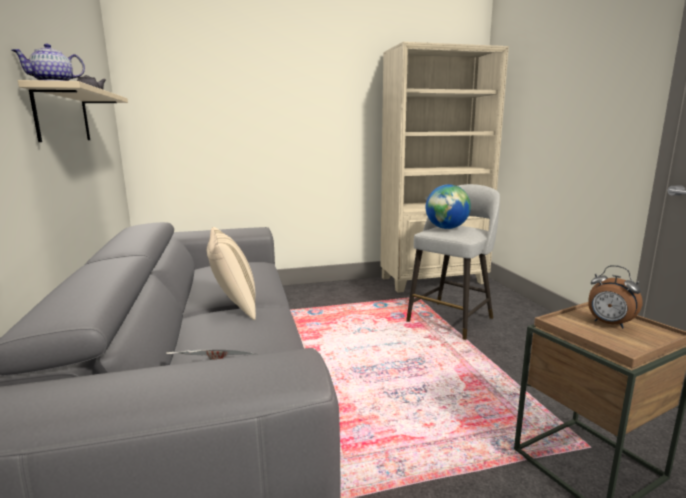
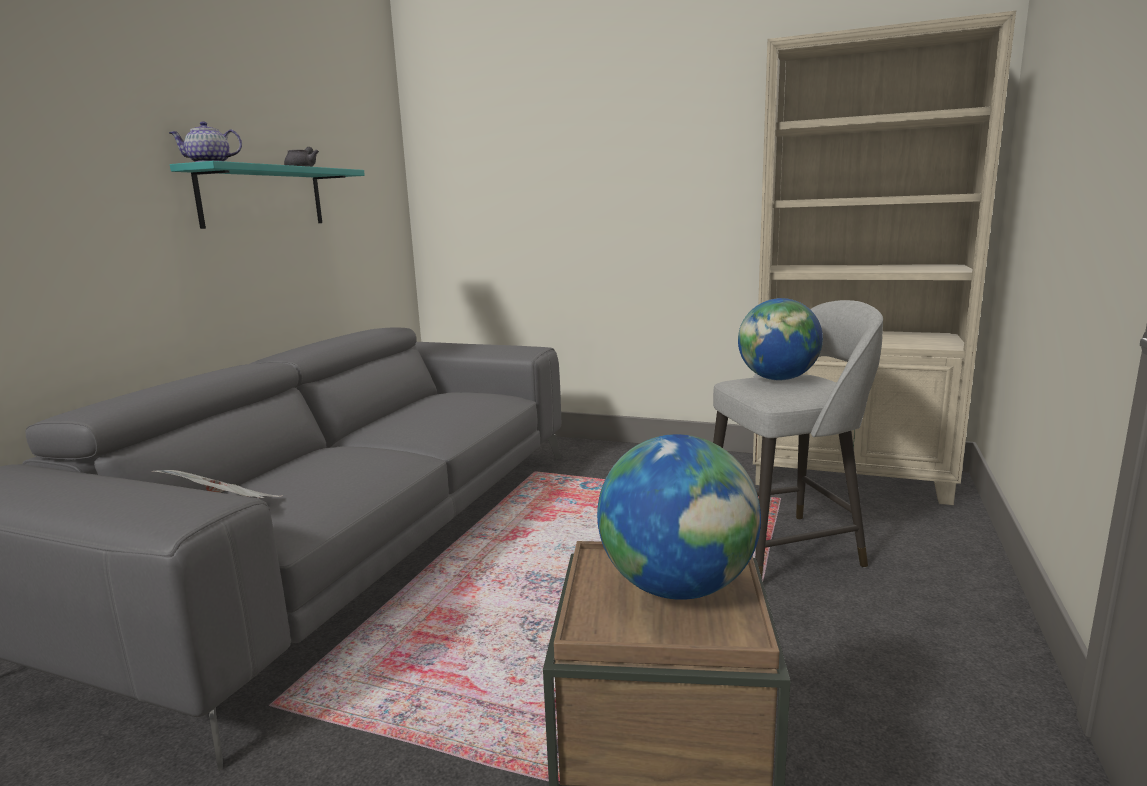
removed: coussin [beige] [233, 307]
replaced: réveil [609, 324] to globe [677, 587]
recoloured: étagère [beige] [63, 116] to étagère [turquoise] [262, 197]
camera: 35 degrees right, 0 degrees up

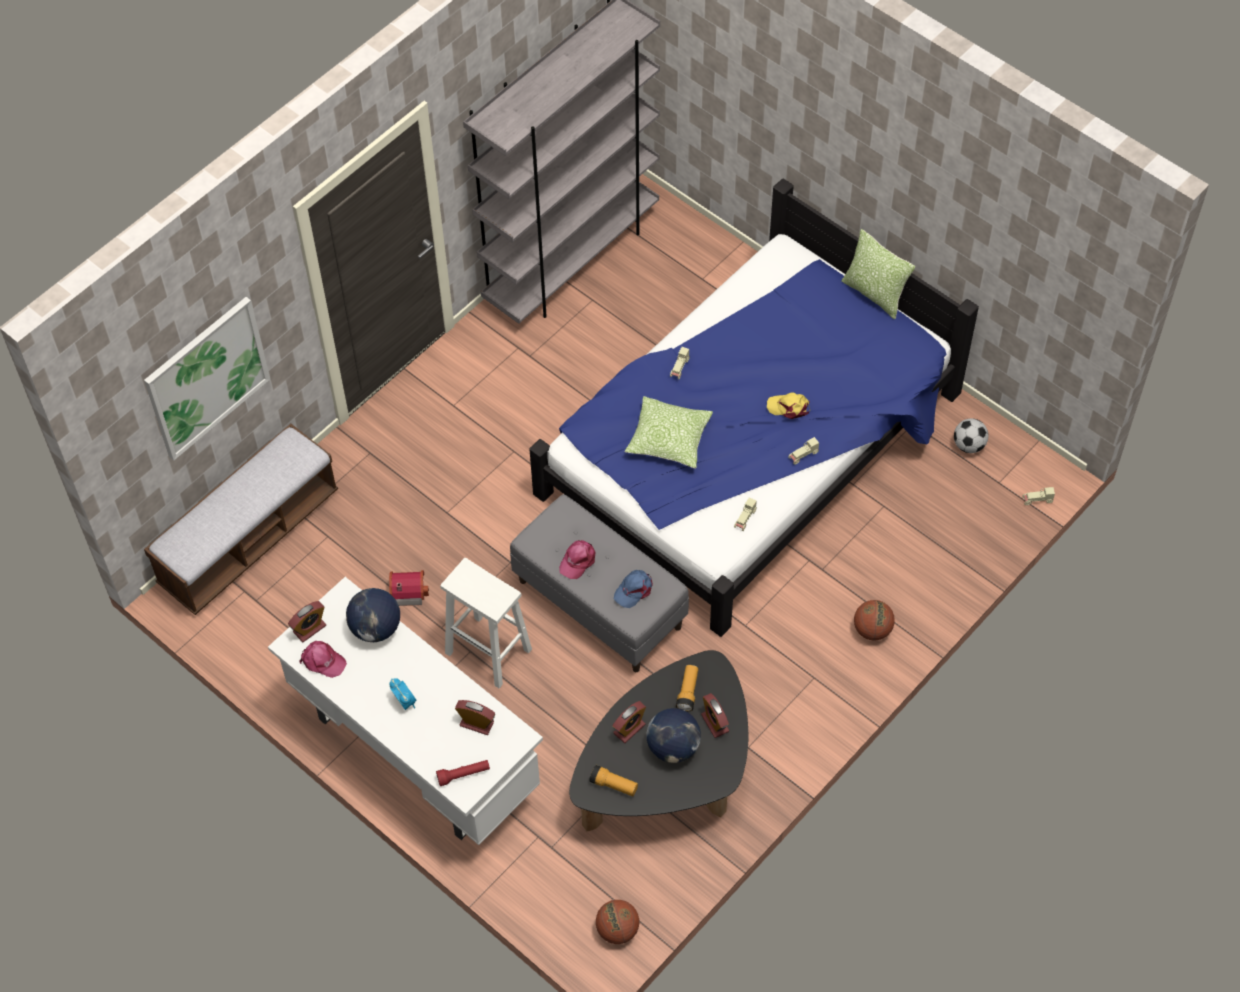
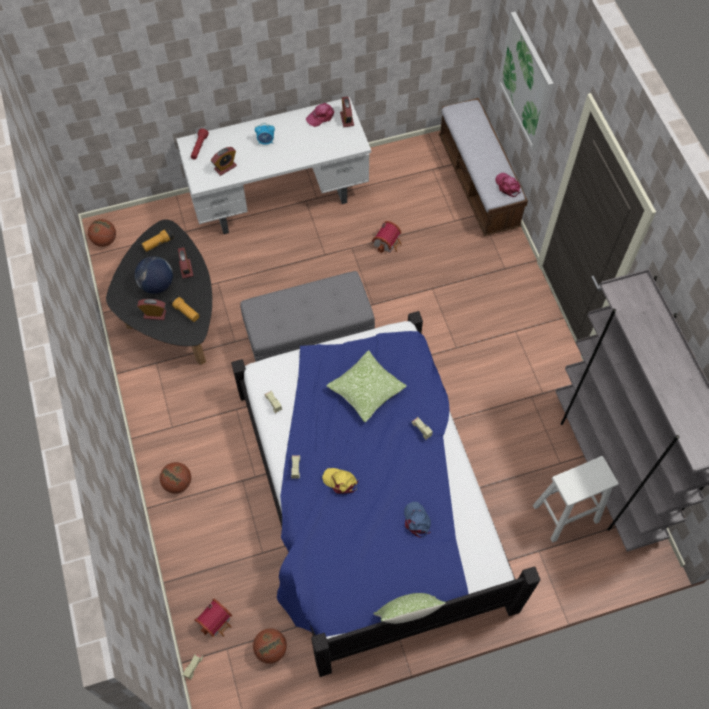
removed: globe [376, 628]
added: maison miniature [216, 621]
moved: tabouret [blanc] [489, 652] to [564, 514]; casquette [rose] [578, 560] to [507, 186]; casquette [bleu] [634, 590] to [417, 520]
replaced: ballon de foot [969, 445] to ballon de basket [271, 649]
turned: casquette [jaune] [789, 407] = [340, 481] 105 degrees counterclockwise
camera: 120 degrees right, 5 degrees up

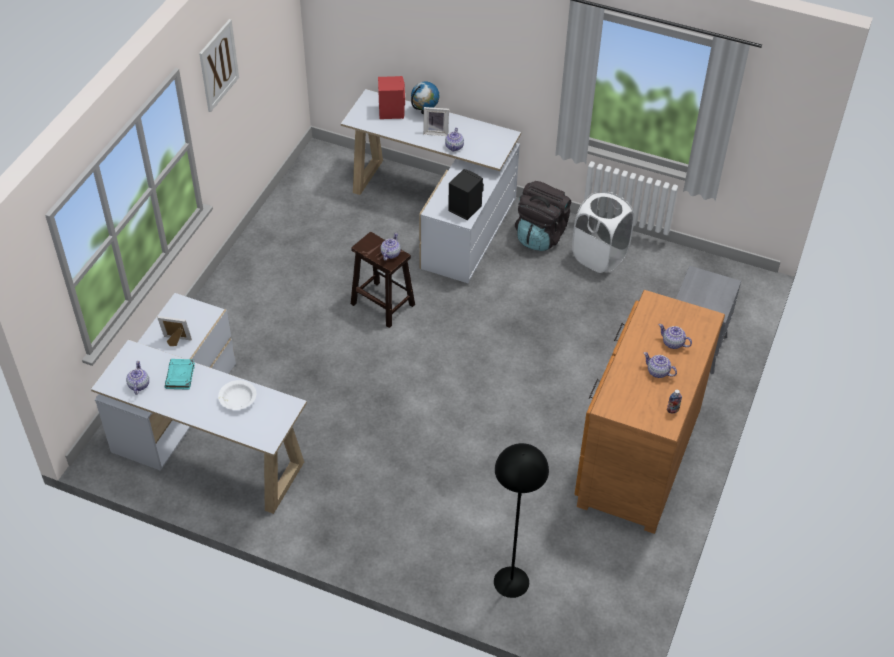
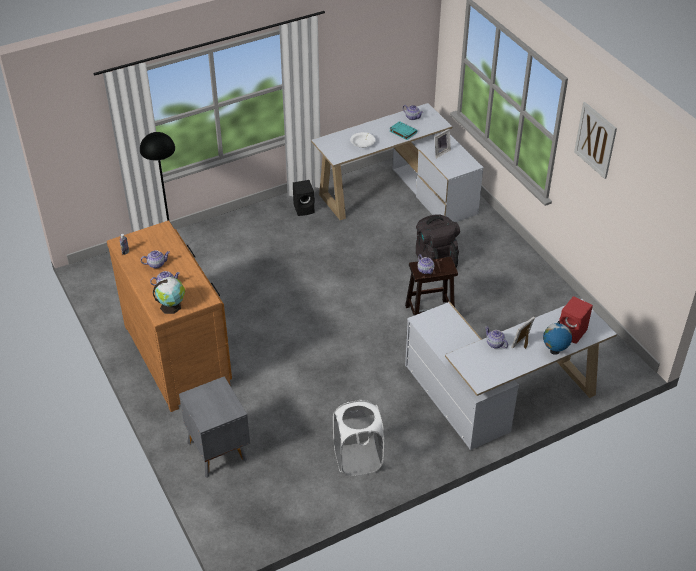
added: globe [172, 306]
moved: enceinte [noir] [464, 208] to [304, 208]; sac à dos [noir] [541, 235] to [435, 259]
camera: 130 degrees right, 5 degrees down

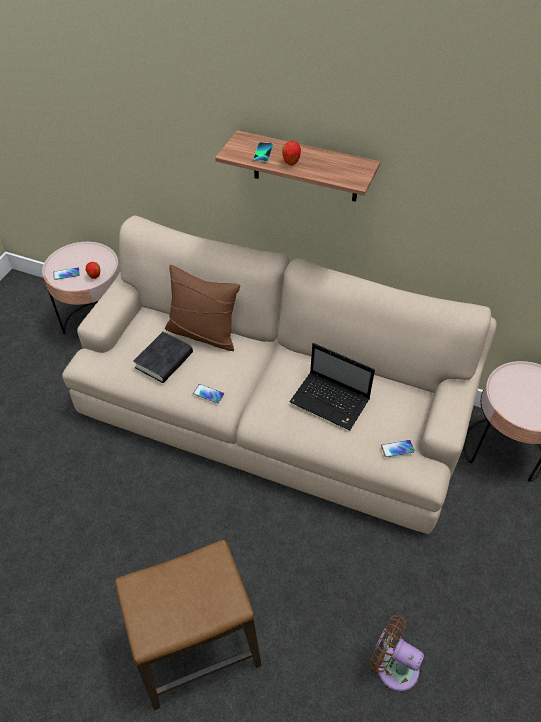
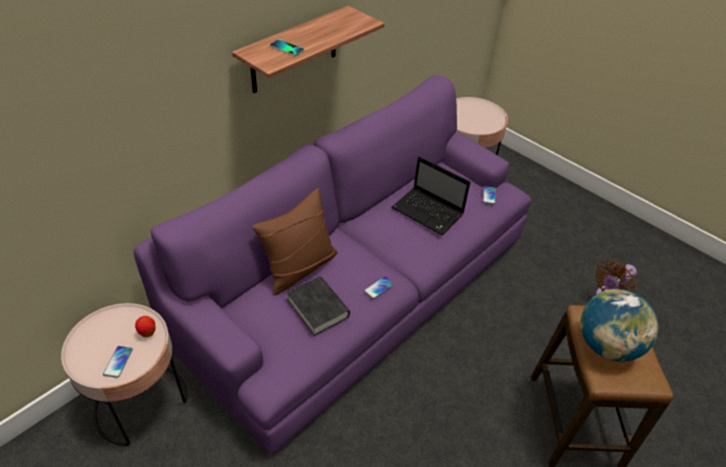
removed: pomme [291, 163]
added: globe [606, 345]
recoloured: canapé [beige] [271, 412] to canapé [violet] [358, 289]
turned: ordinateur portable [331, 402] = [429, 212] 75 degrees clockwise
camera: 70 degrees left, 5 degrees down

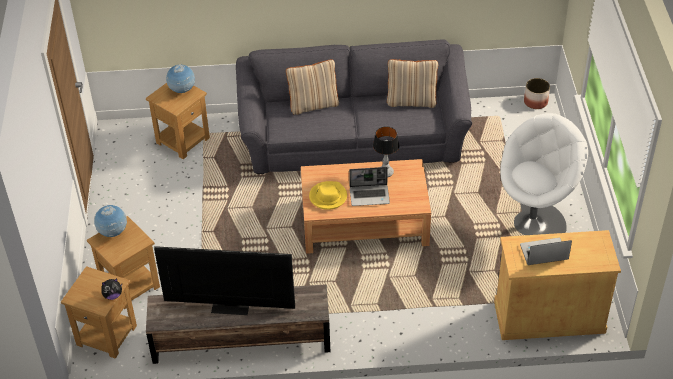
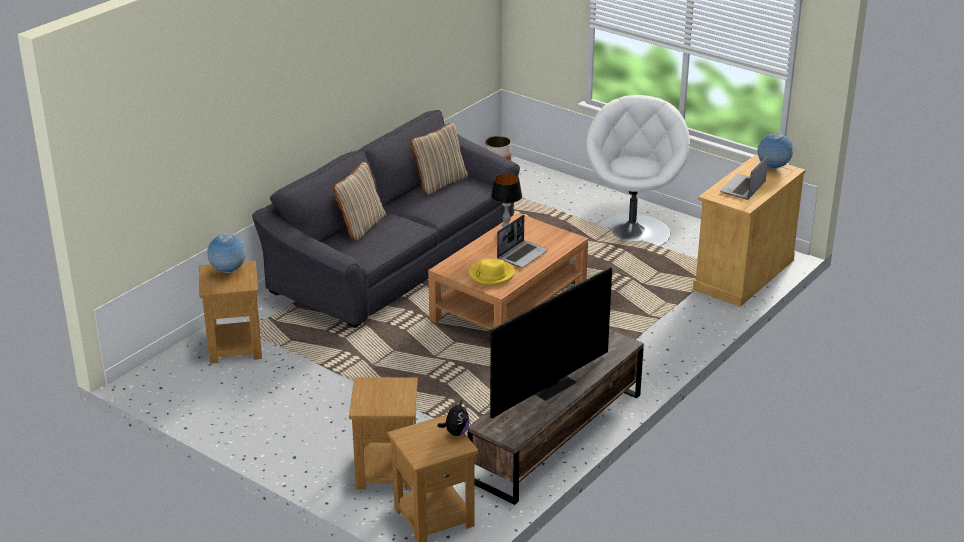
moved: globe [113, 233] to [773, 168]
camera: 50 degrees left, 15 degrees down

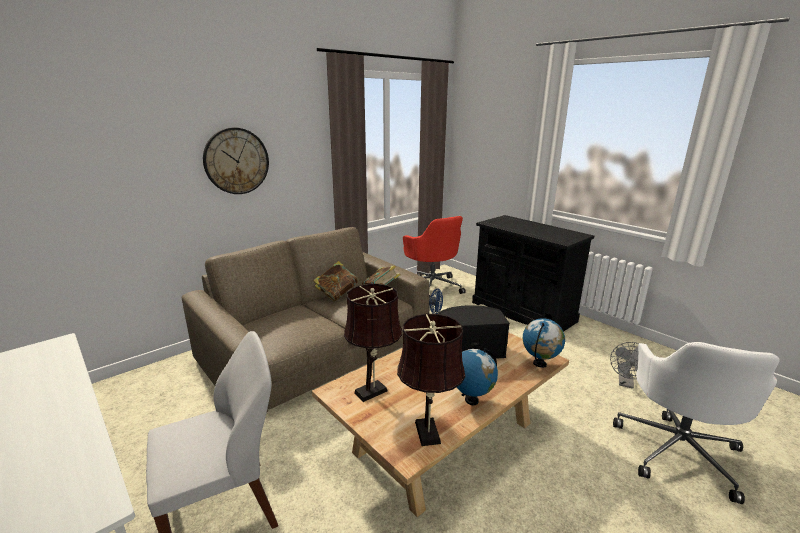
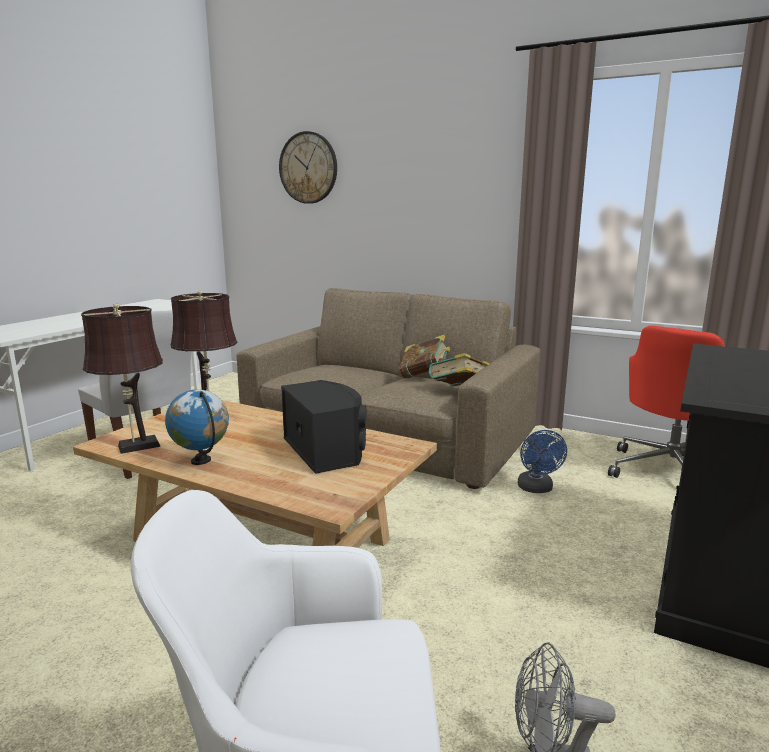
removed: globe [540, 364]
moved: horloge murale [236, 161] to [308, 168]
camera: 70 degrees right, 5 degrees down

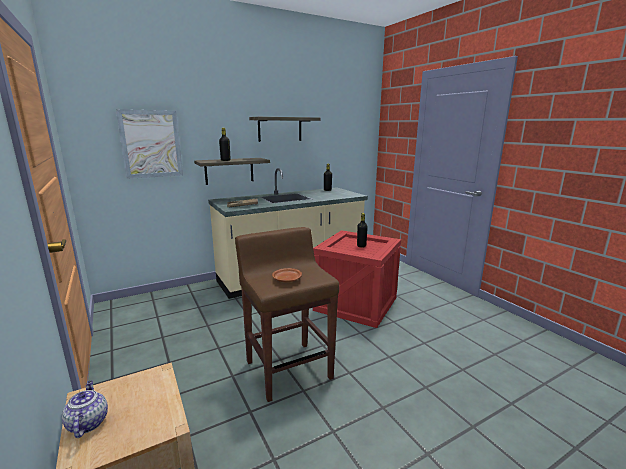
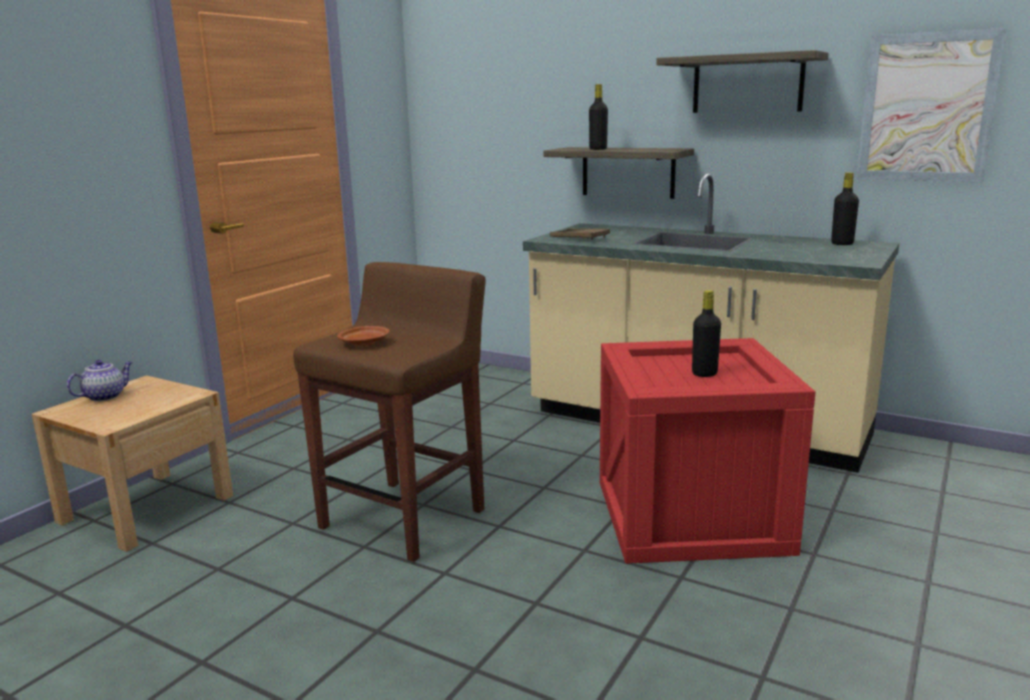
moved: tableau [151, 144] to [927, 108]
camera: 60 degrees right, 0 degrees up

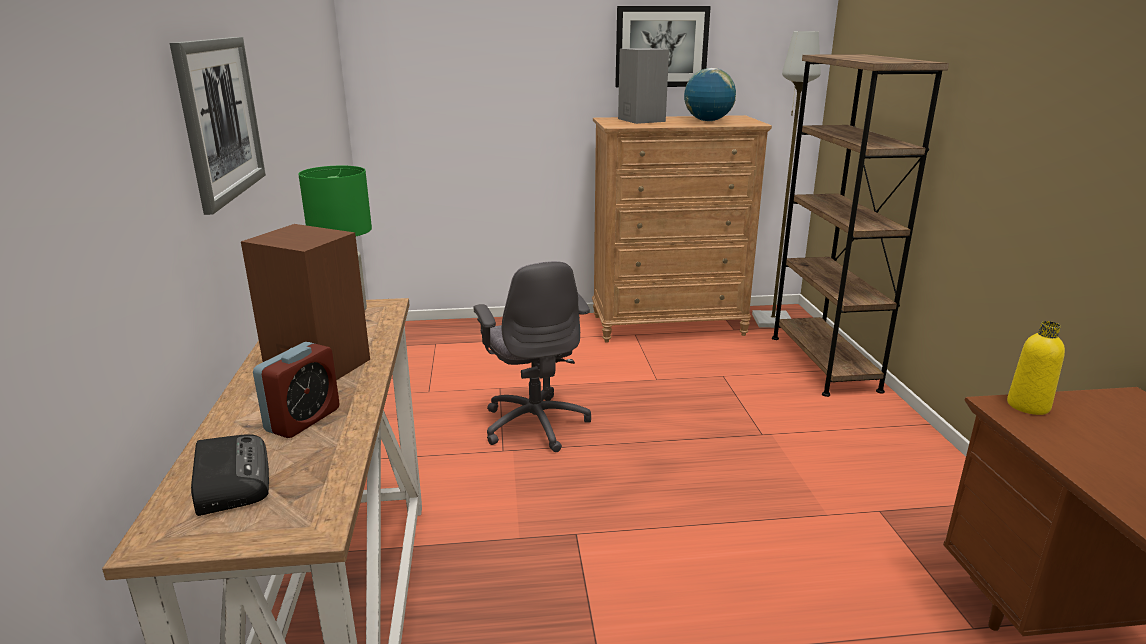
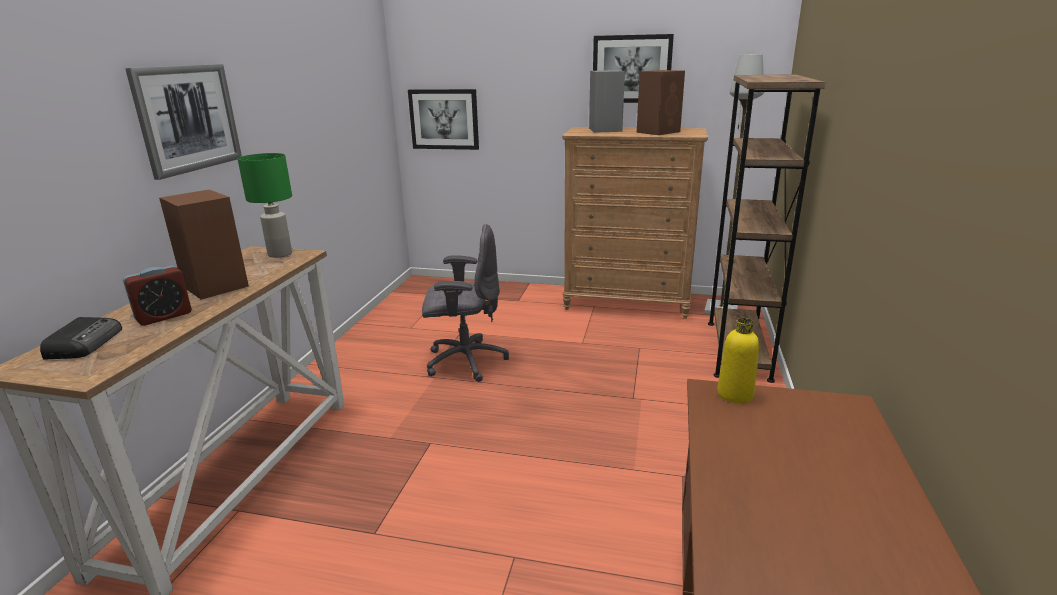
added: tableau [444, 119]
replaced: globe [708, 121] to enceinte [marron] [659, 132]
turned: chaise de bureau [gris] [535, 423] = [465, 361] 90 degrees counterclockwise
camera: 20 degrees right, 0 degrees up

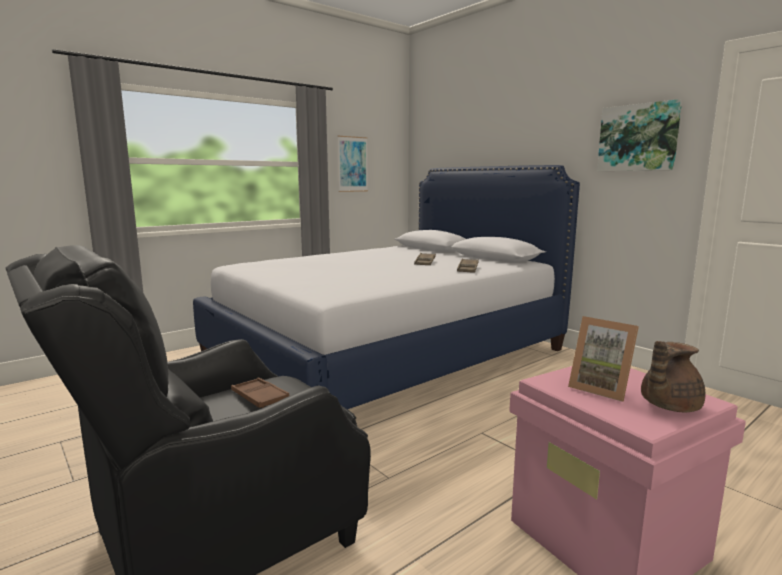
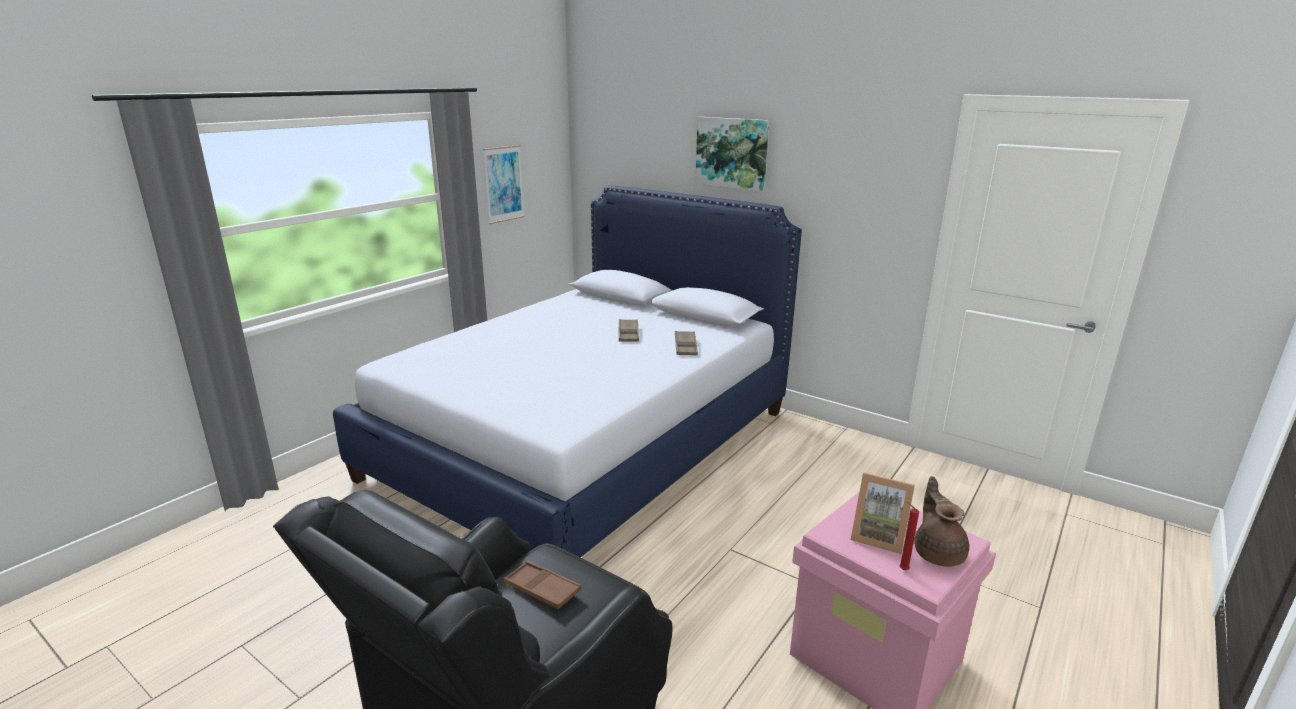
added: bougie [rouge] [902, 569]
moved: tableau [638, 138] to [732, 152]
turned: théière [marron] [667, 406] = [938, 552] 135 degrees clockwise
camera: 15 degrees left, 10 degrees up

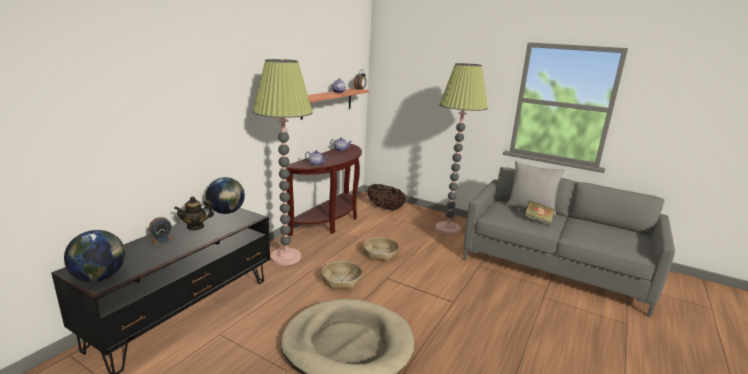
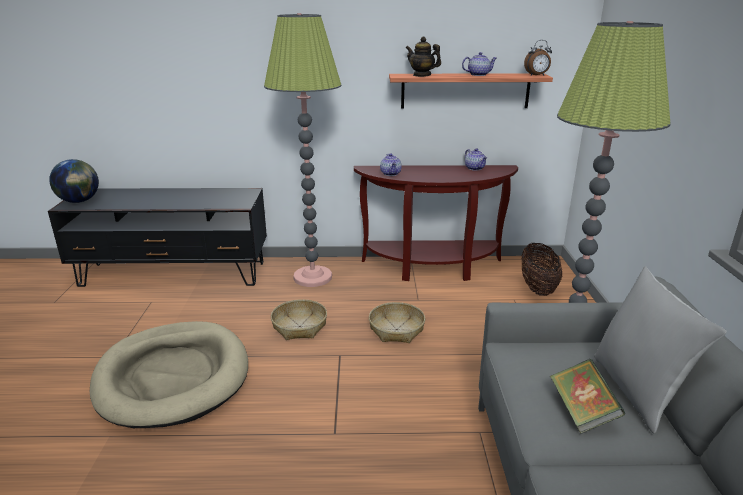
removed: réveil [161, 239]; globe [226, 212]
moved: théière [195, 226] to [422, 75]
camera: 60 degrees right, 5 degrees up

